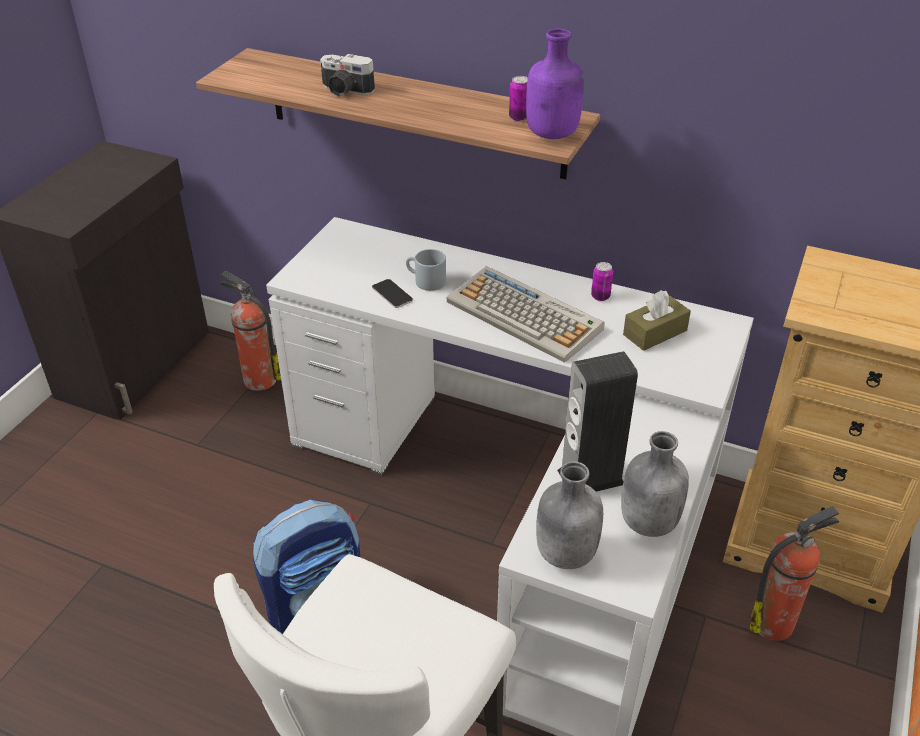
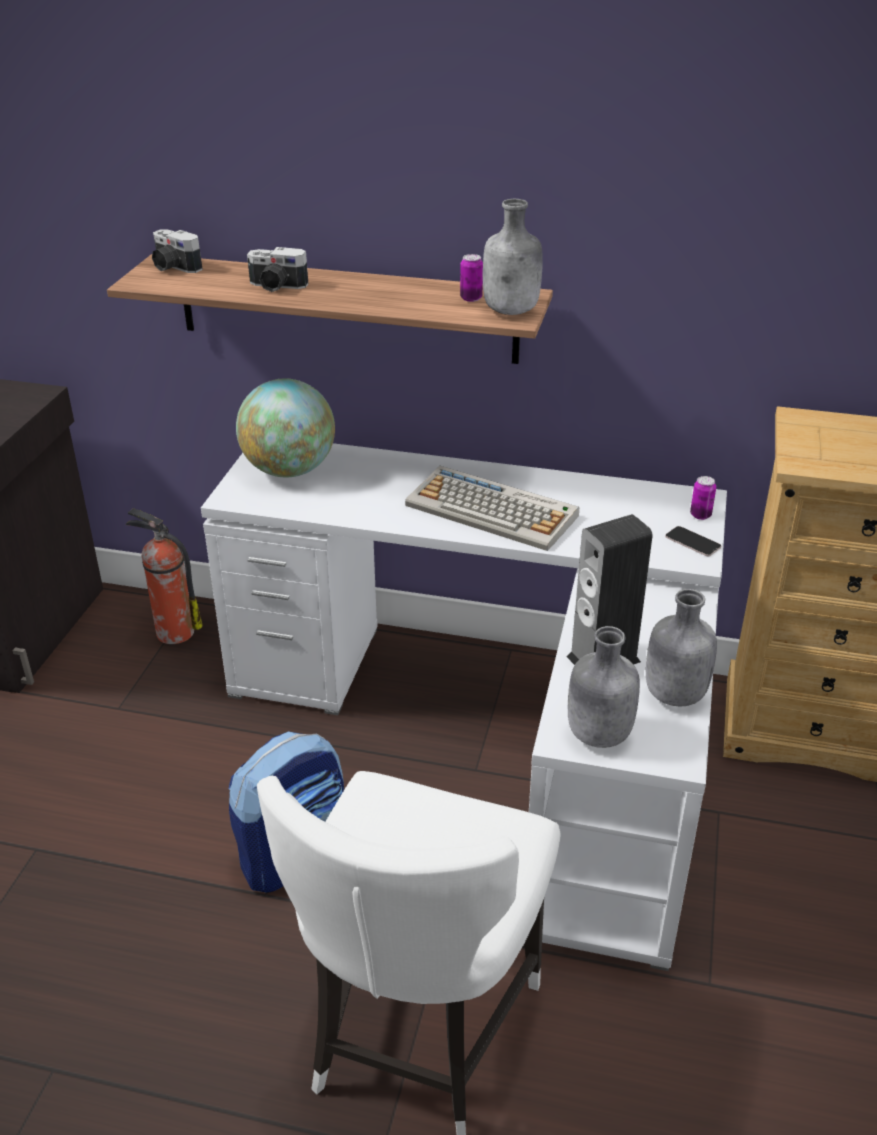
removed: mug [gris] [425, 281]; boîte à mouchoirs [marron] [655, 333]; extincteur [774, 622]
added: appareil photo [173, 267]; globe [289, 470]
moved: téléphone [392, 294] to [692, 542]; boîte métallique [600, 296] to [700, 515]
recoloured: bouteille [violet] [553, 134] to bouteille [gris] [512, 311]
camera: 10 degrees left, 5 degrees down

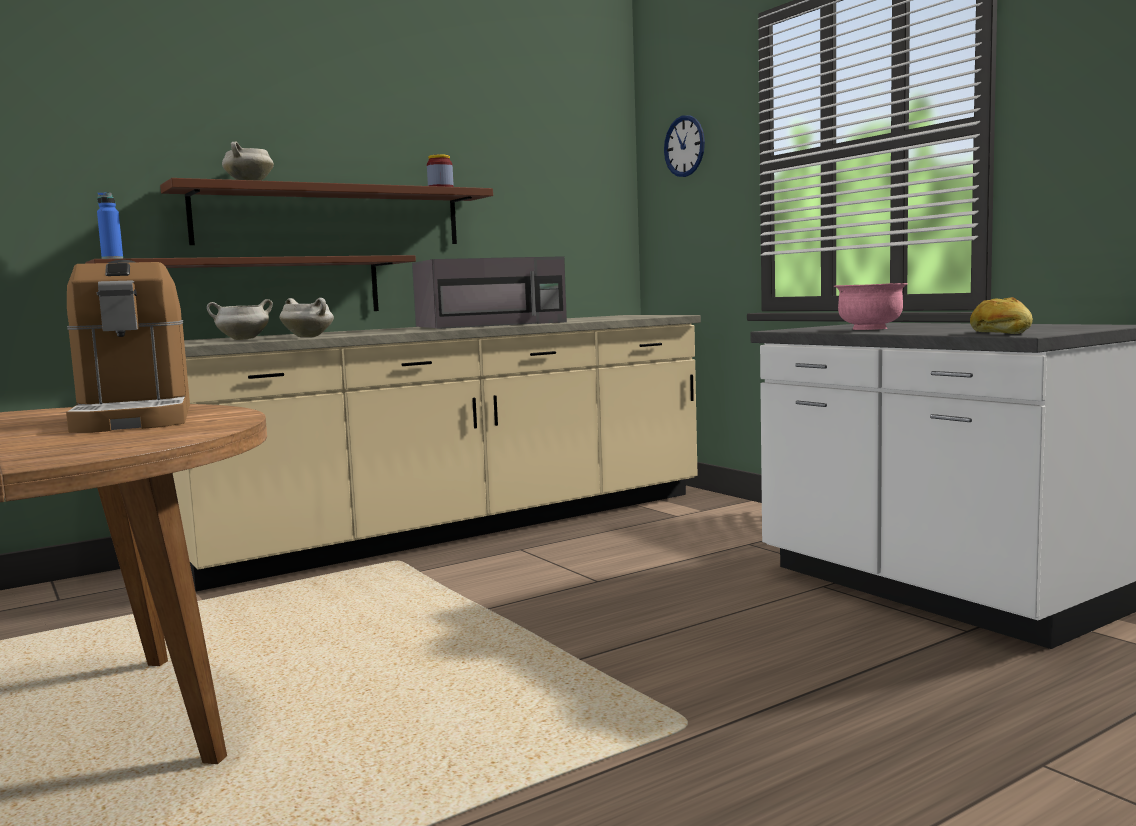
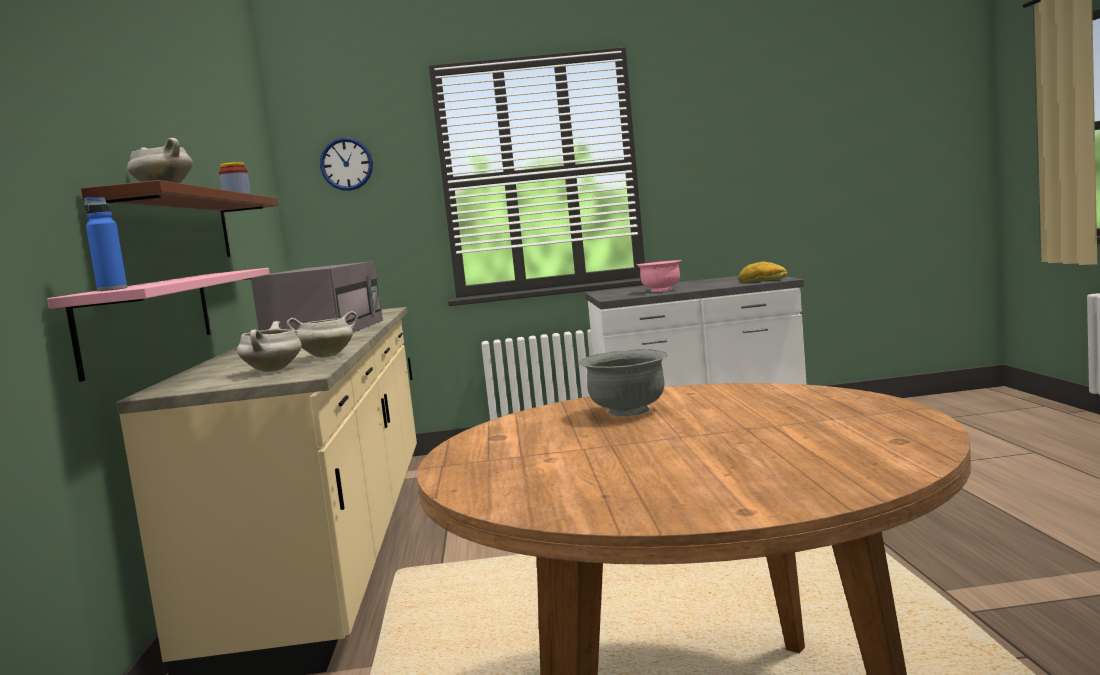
replaced: machine à café [135, 418] to bol [gris] [628, 411]
recoloured: étagère [marron] [255, 288] to étagère [rose] [150, 318]
camera: 60 degrees left, 0 degrees up

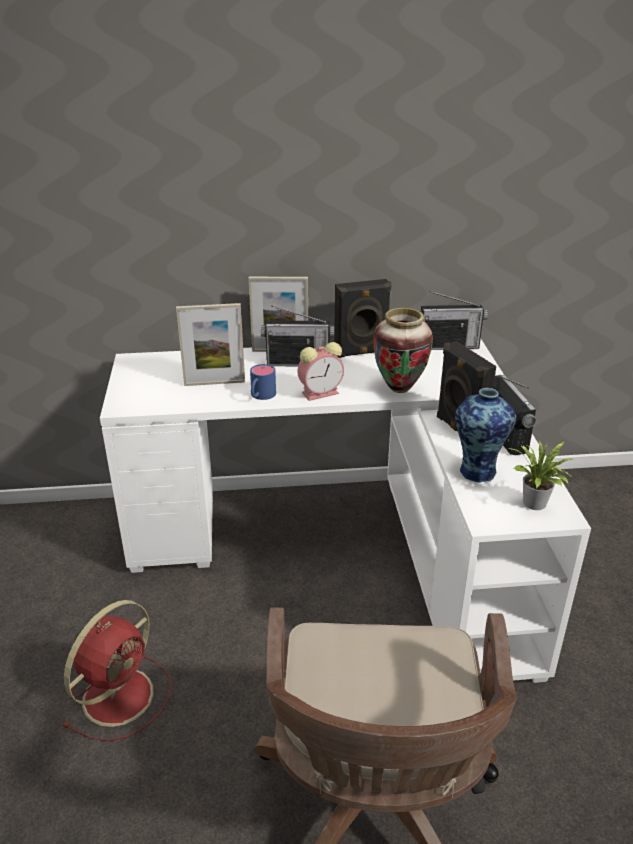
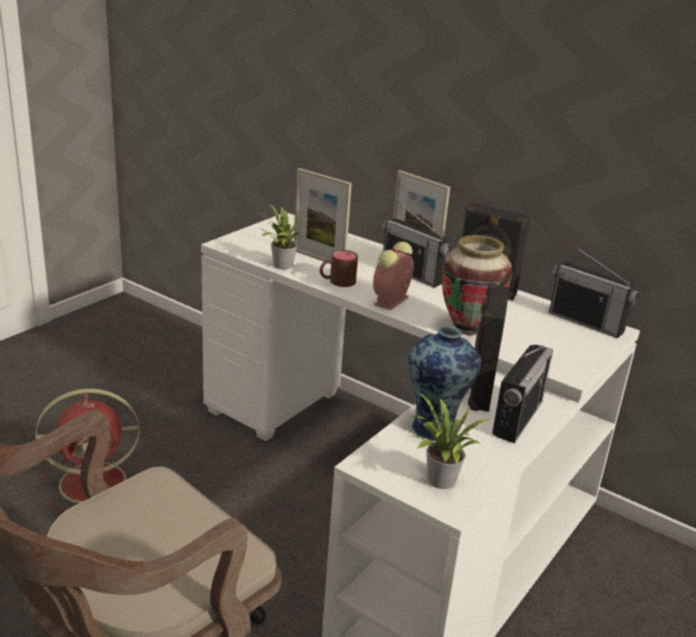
added: plante en pot [281, 266]
recoloured: mug [bleu] [260, 396] to mug [marron] [337, 282]
turned: réveil [321, 392] = [391, 301] 105 degrees clockwise
camera: 40 degrees right, 5 degrees down

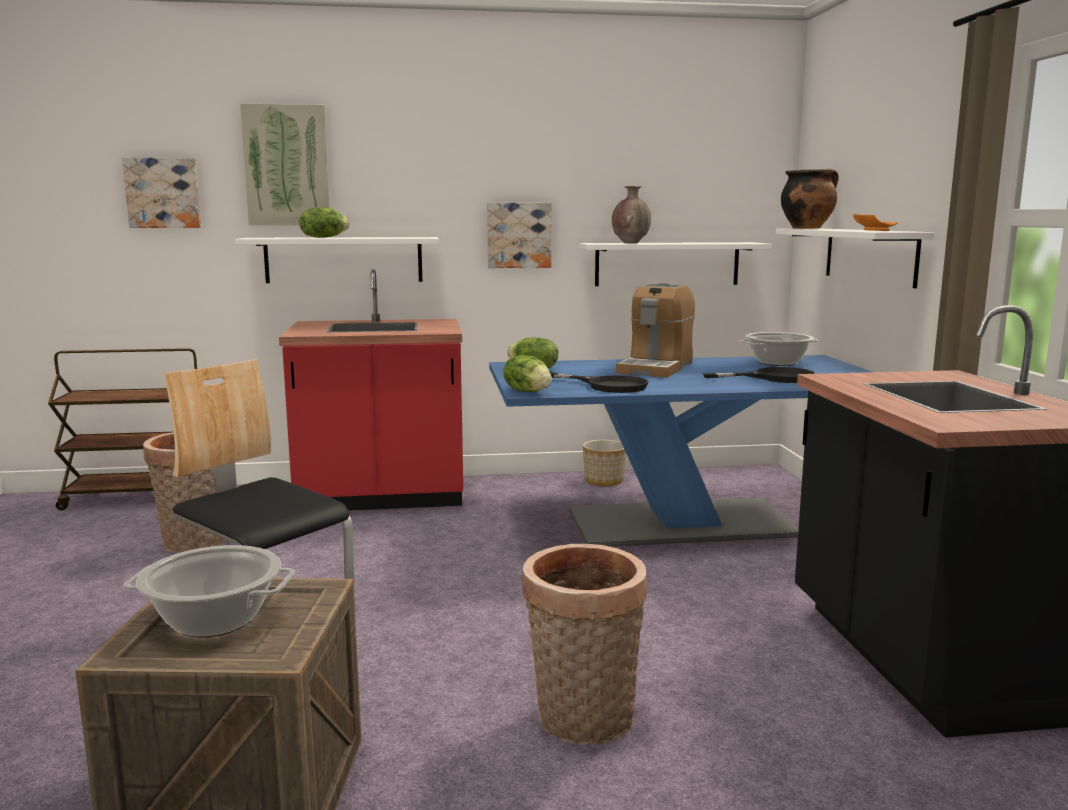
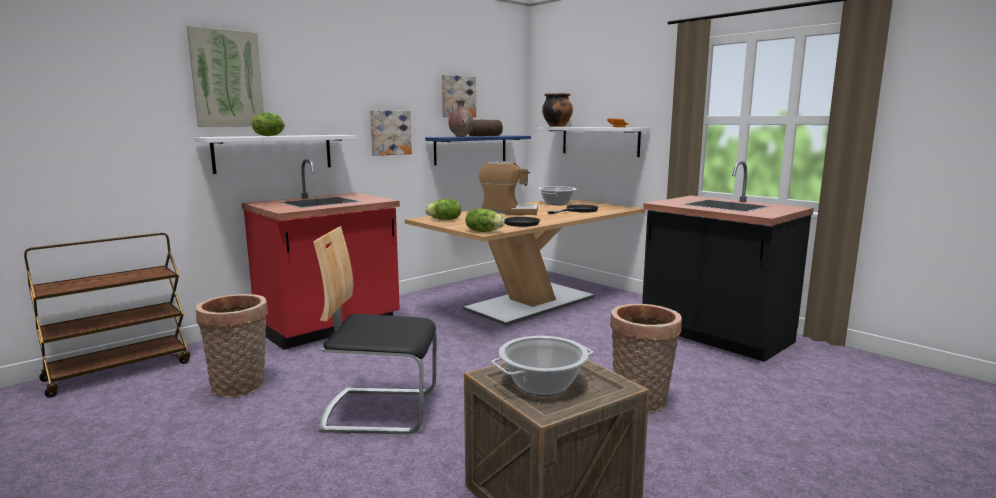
removed: cache-pot [604, 481]
added: pain [486, 136]
moved: tableau [163, 193] to [457, 96]
recoloured: table à manger [bleu] [681, 524] to table à manger [beige] [530, 303]; étagère [blanc] [667, 264] to étagère [bleu] [471, 149]
turned: machine à café [656, 368] = [508, 212] 75 degrees counterclockwise
camera: 35 degrees left, 0 degrees up

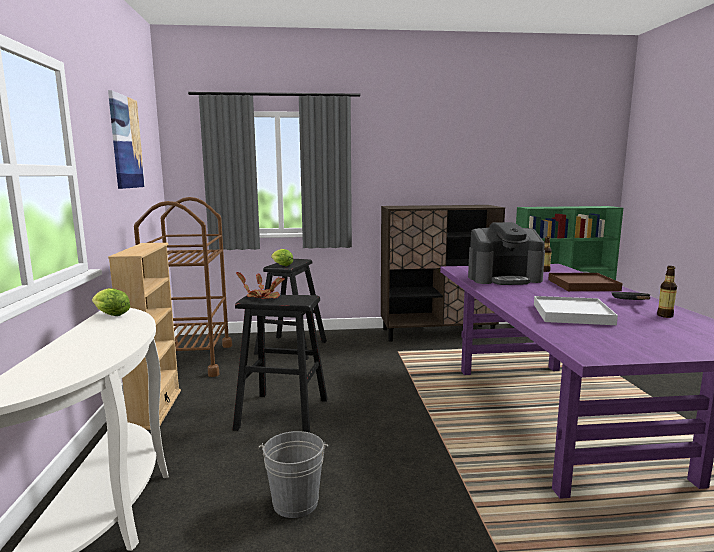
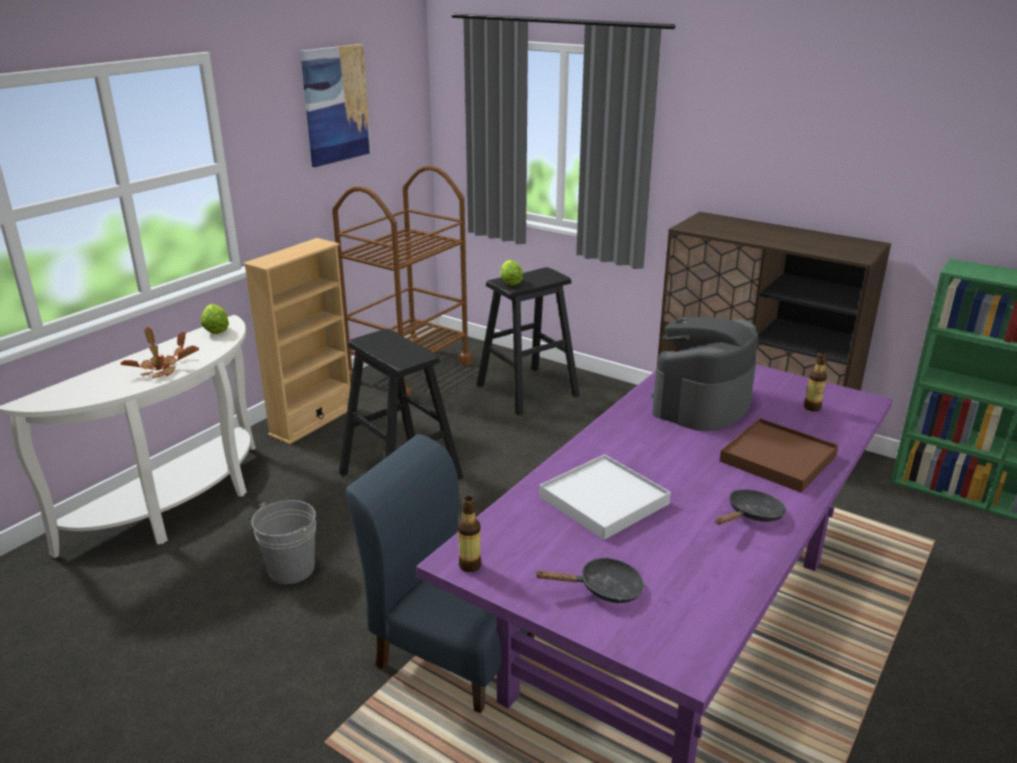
added: chaise [bleu] [455, 652]; poêle [noir] [604, 589]
moved: plante en pot [263, 297] to [162, 368]; bouteille [664, 316] to [470, 565]
turned: machine à café [504, 278] = [701, 403] 90 degrees clockwise
camera: 40 degrees right, 15 degrees up

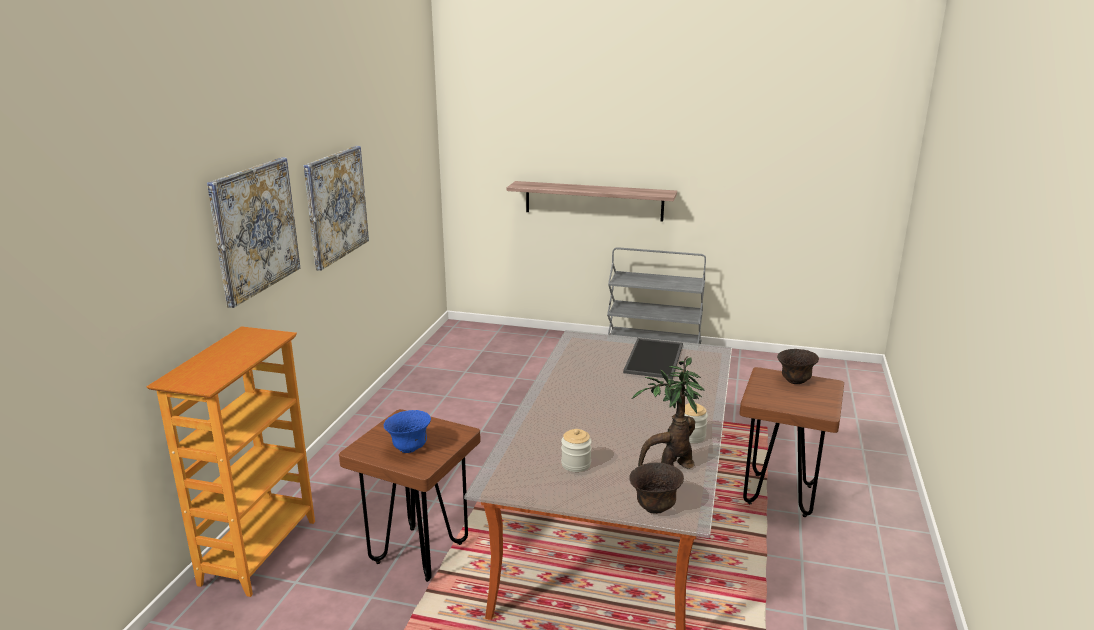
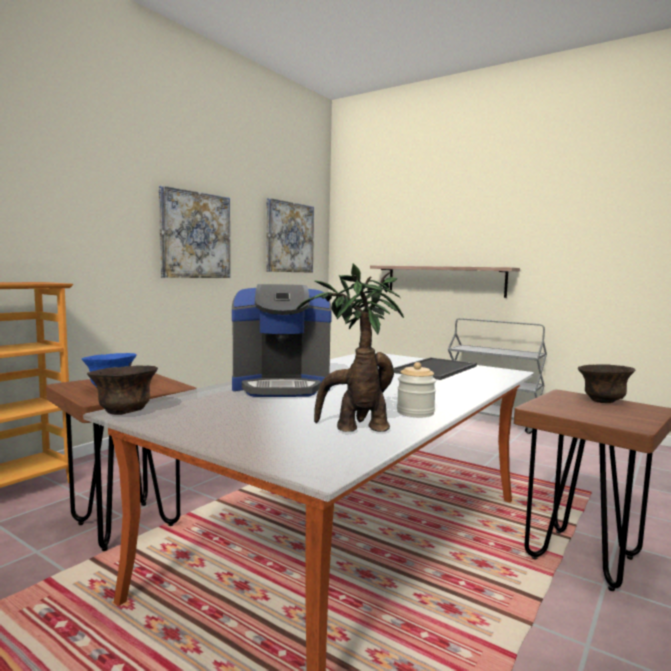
removed: bocal [576, 464]
added: machine à café [281, 386]
moved: tableau [255, 229] to [289, 237]; bol [marron] [654, 507] to [124, 412]
camera: 20 degrees right, 15 degrees down

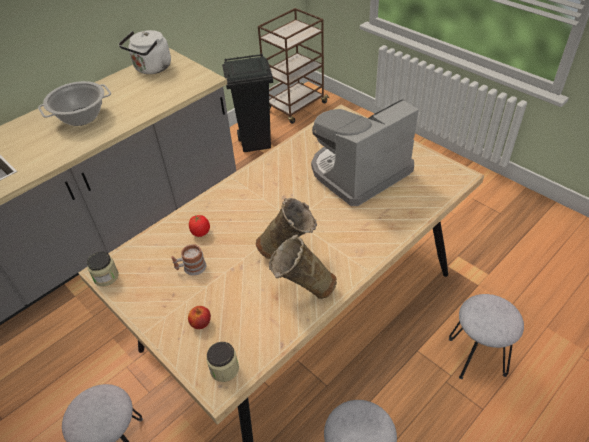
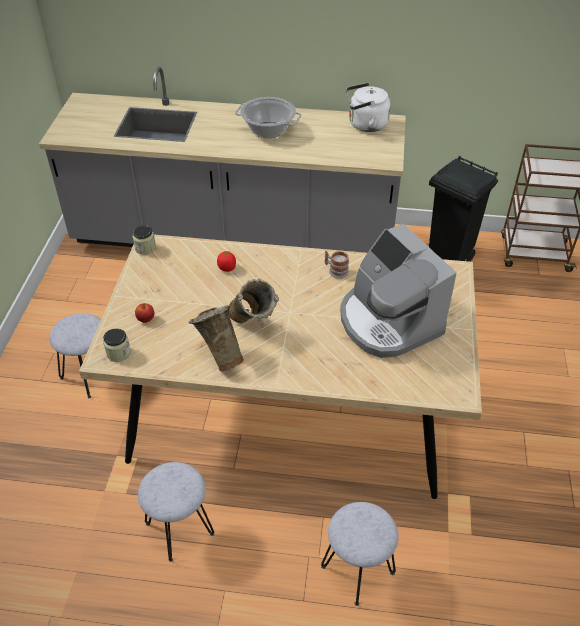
moved: mug [191, 268] to [335, 271]
turned: machine à café [358, 172] = [388, 322] 135 degrees counterclockwise
camera: 50 degrees right, 0 degrees up

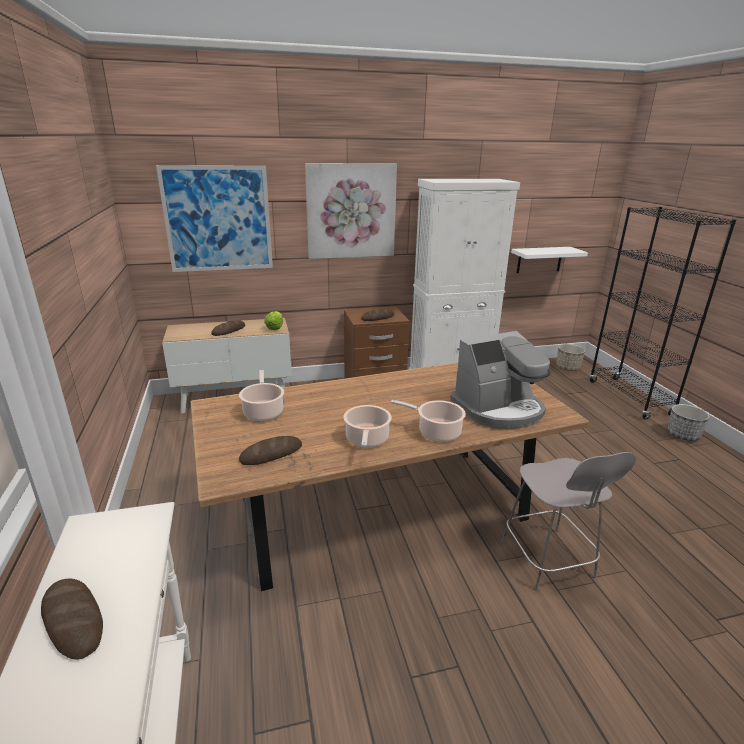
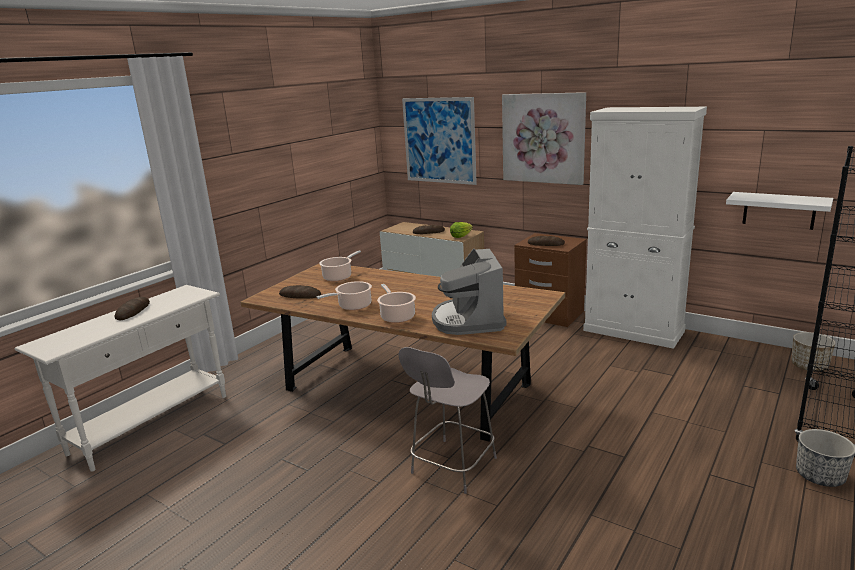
turned: machine à café [499, 409] = [468, 320] 60 degrees clockwise
camera: 50 degrees right, 5 degrees down

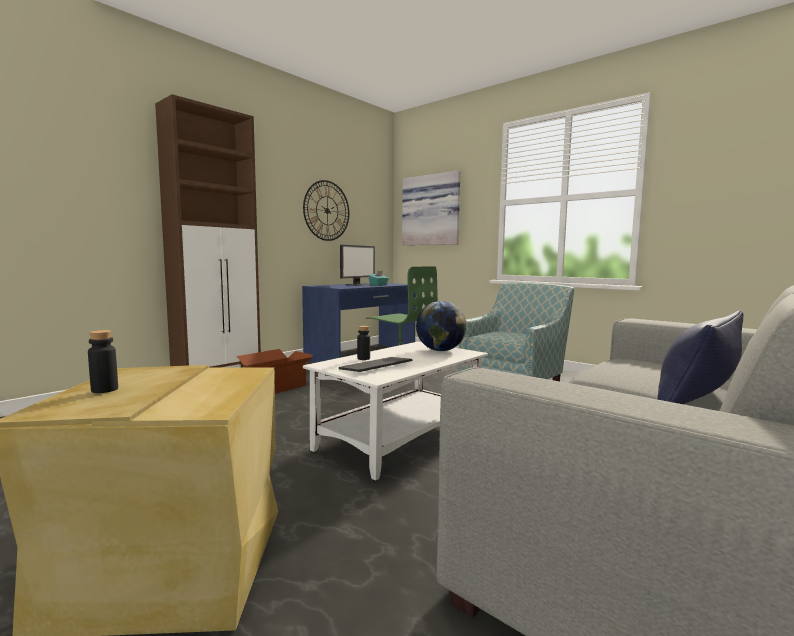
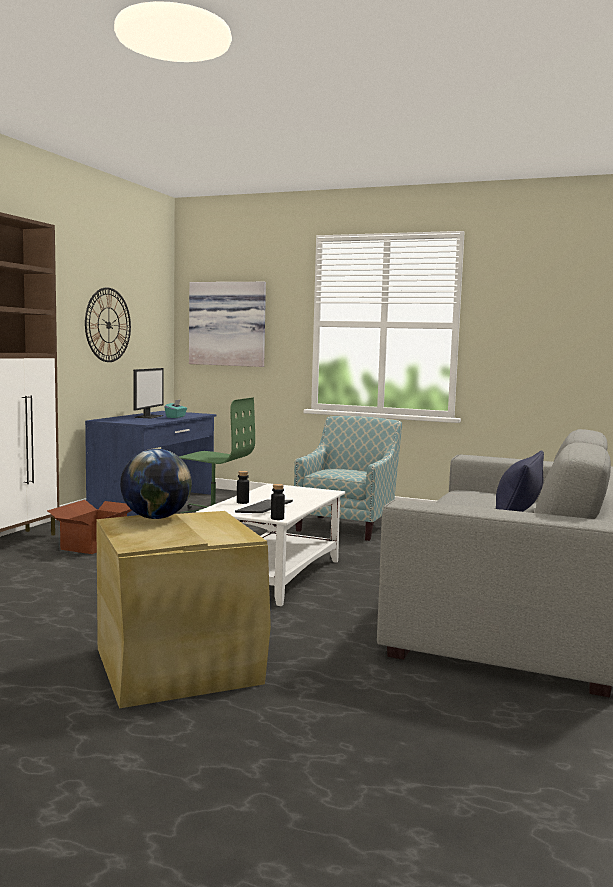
moved: bouteille [noir] [104, 390] to [277, 518]; globe [440, 350] to [156, 518]
camera: 20 degrees left, 0 degrees up

